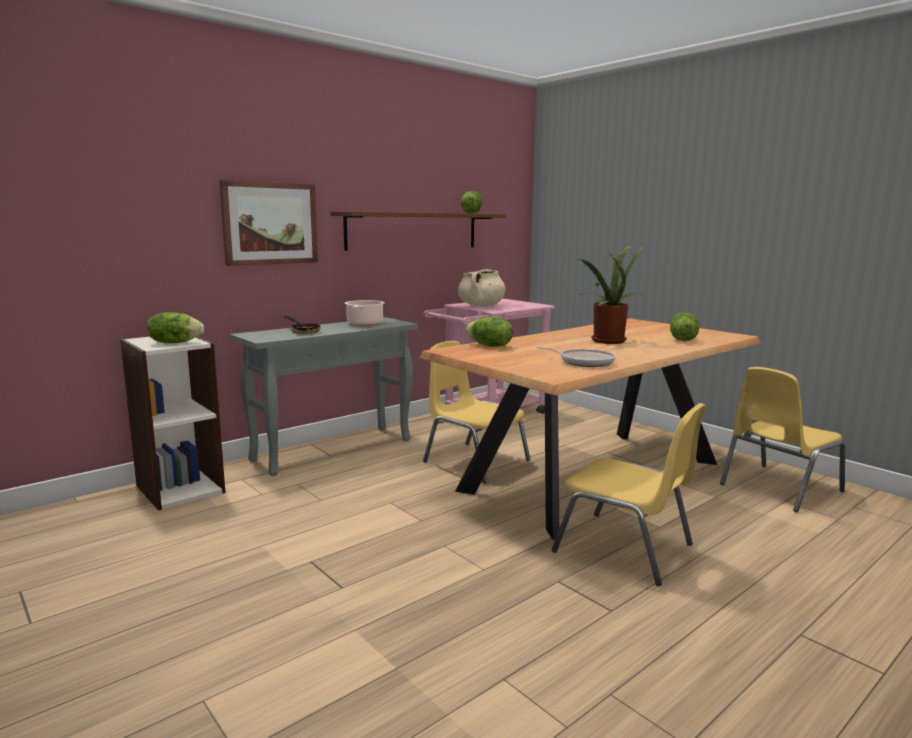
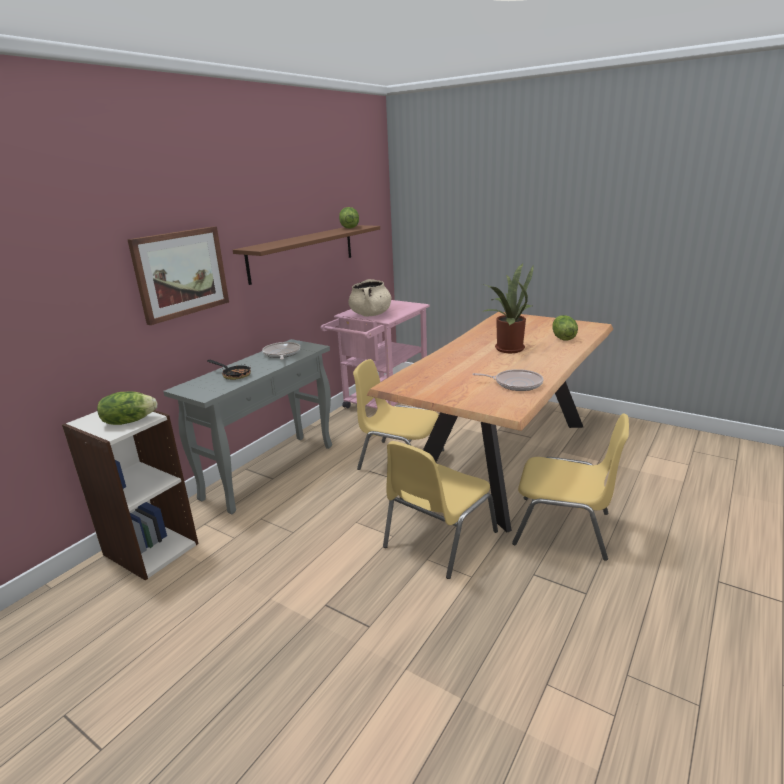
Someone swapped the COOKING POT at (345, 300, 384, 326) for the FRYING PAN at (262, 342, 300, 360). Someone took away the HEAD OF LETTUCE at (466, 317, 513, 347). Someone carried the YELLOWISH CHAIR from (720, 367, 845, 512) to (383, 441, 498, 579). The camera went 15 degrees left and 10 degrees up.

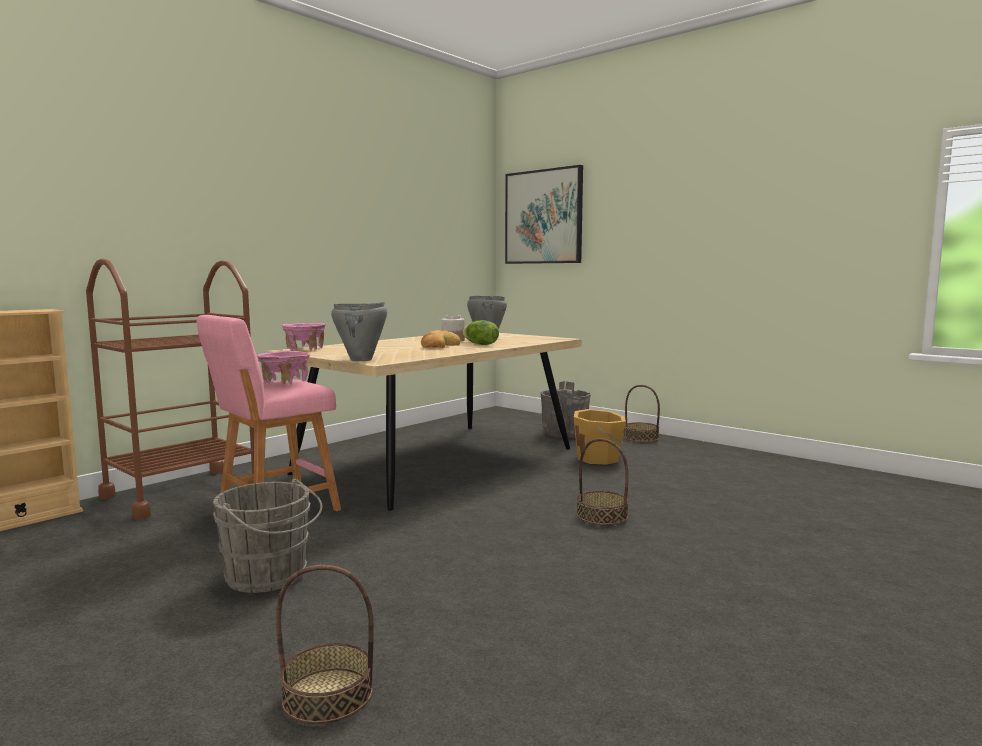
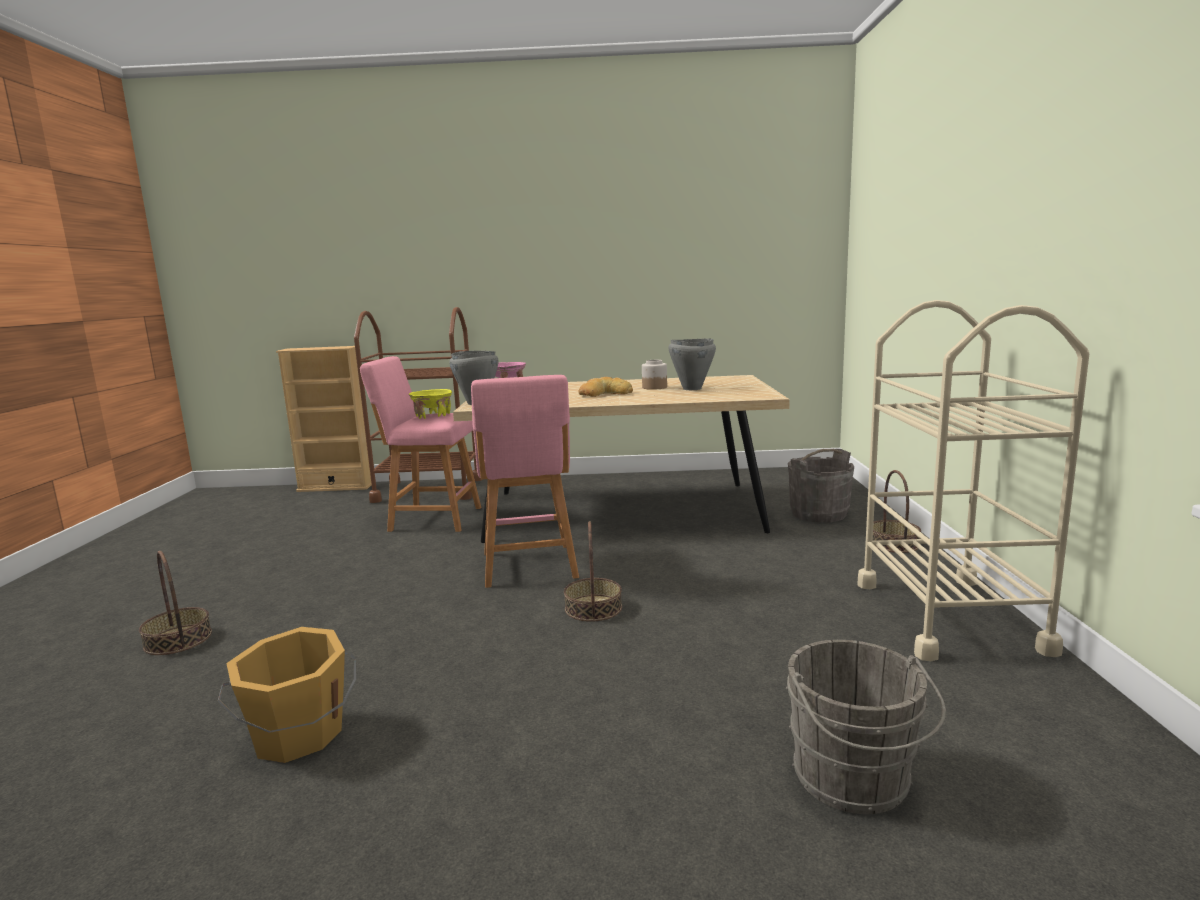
Someone carried the GREYISH WATER BUCKET from (213, 479, 323, 593) to (786, 640, 946, 814). Someone repainted the PINKISH BOWL at (257, 351, 310, 386), which became the YELLOWISH BOWL at (409, 389, 452, 419). Someone took away the HEAD OF LETTUCE at (462, 320, 499, 345). Someone took away the PICTURE at (505, 165, 583, 264). Someone carried the ORANGE WATER BUCKET from (574, 409, 626, 465) to (218, 627, 356, 763). Someone put down the PINKISH STOOL SEAT at (471, 375, 579, 588). Someone put down the BEIGE WHEELED CART at (858, 300, 1089, 661). The camera went 50 degrees right and 5 degrees up.

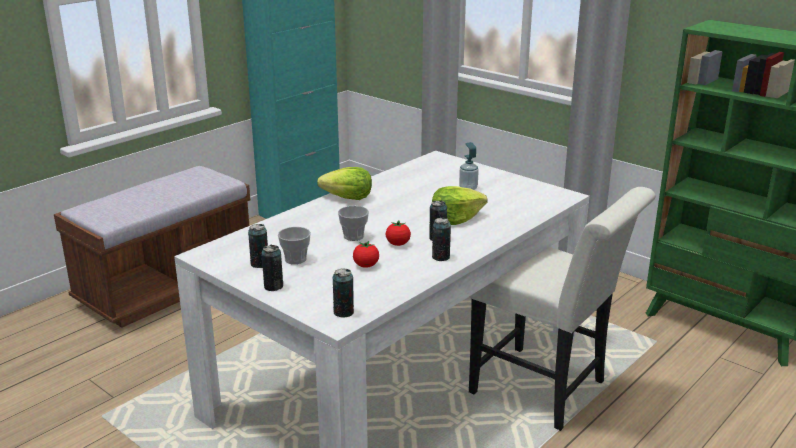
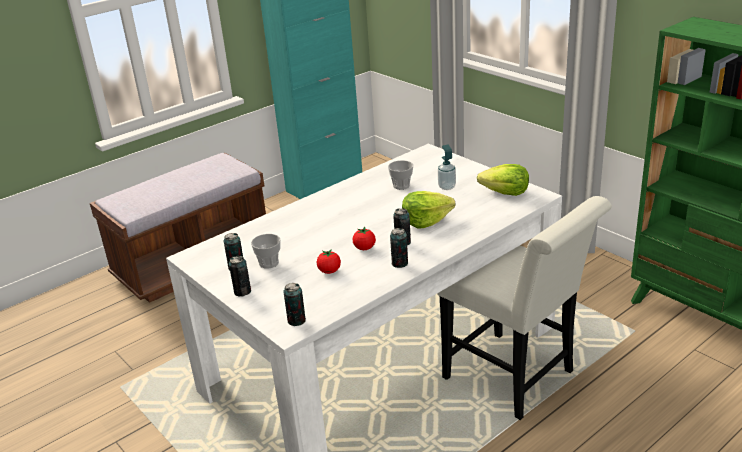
Someone carried the HEAD OF LETTUCE from (317, 167, 372, 200) to (477, 164, 529, 196). Someone carried the CUP from (338, 206, 369, 241) to (388, 160, 413, 190). The camera went 10 degrees right and 5 degrees up.

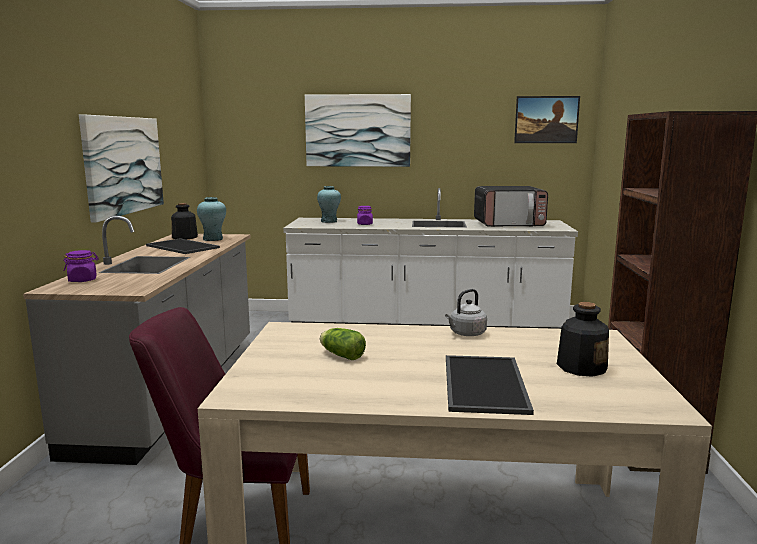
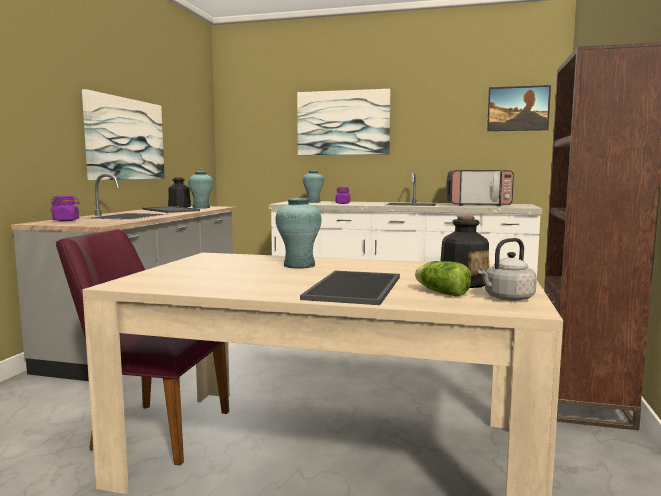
Someone carried the HEAD OF LETTUCE from (320, 328, 366, 360) to (415, 261, 471, 297). Someone carried the GREYISH WATER KETTLE from (445, 289, 487, 336) to (478, 238, 537, 301). Someone put down the TURQUOISE-COLOURED DECORATIVE VASE at (275, 198, 321, 269). The camera went 10 degrees right and 5 degrees down.

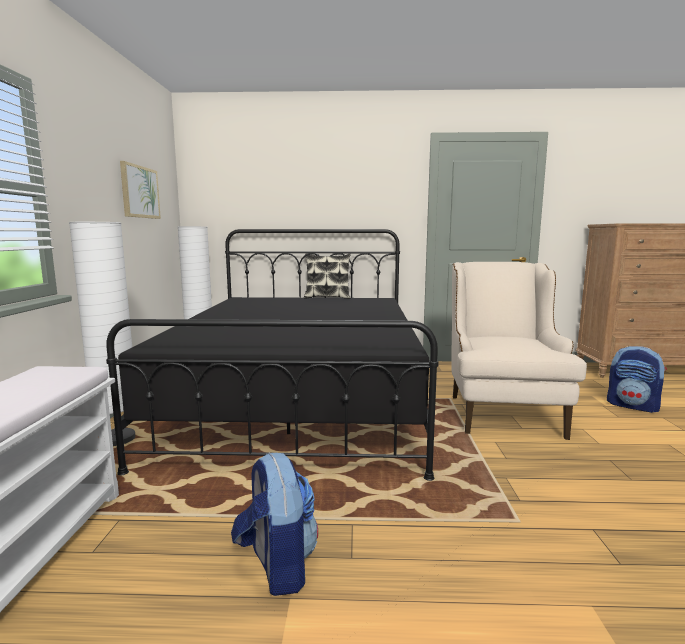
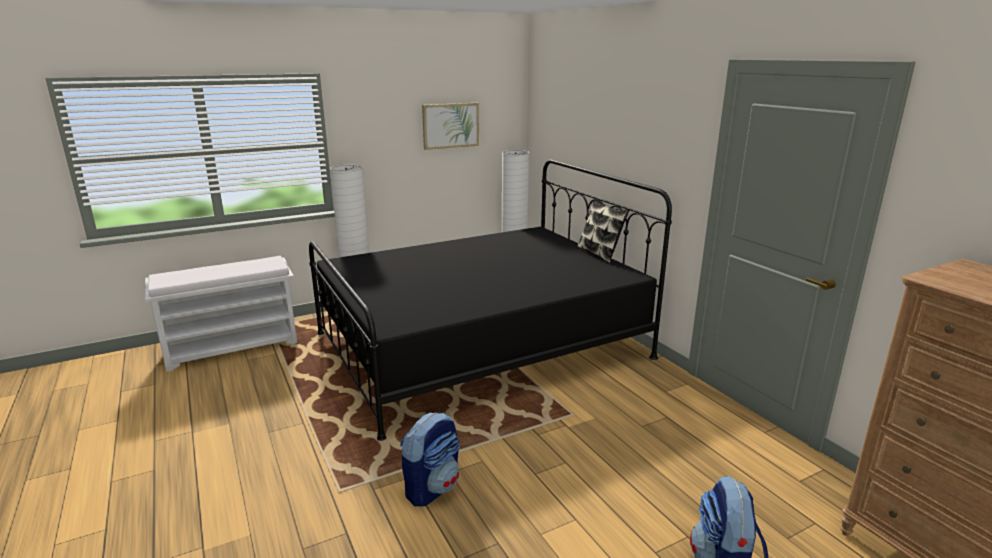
Someone carried the RUCKSACK from (231, 453, 318, 596) to (400, 412, 460, 507). Someone took away the BEIGE LOUNGE CHAIR at (452, 262, 587, 440). The camera went 60 degrees right and 10 degrees up.

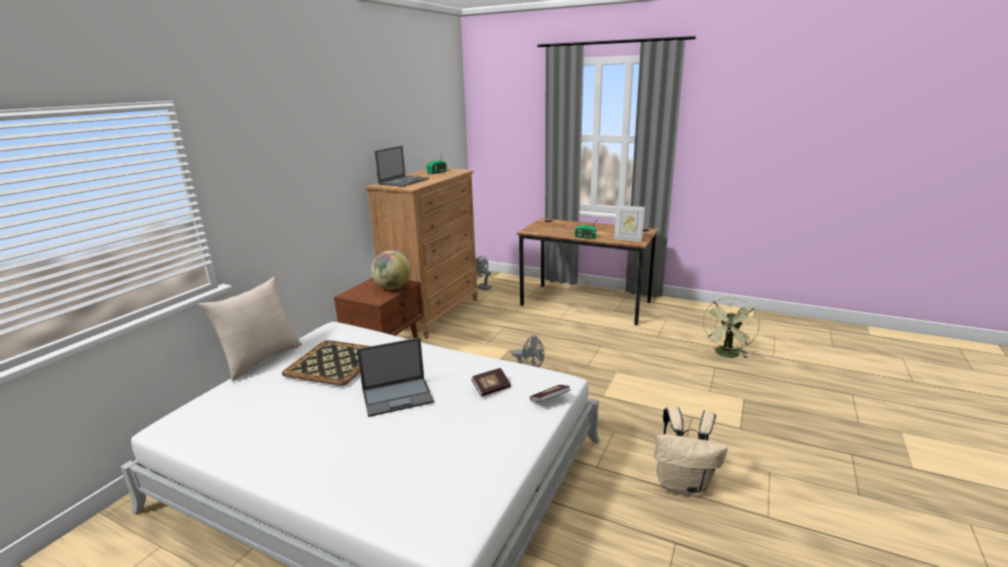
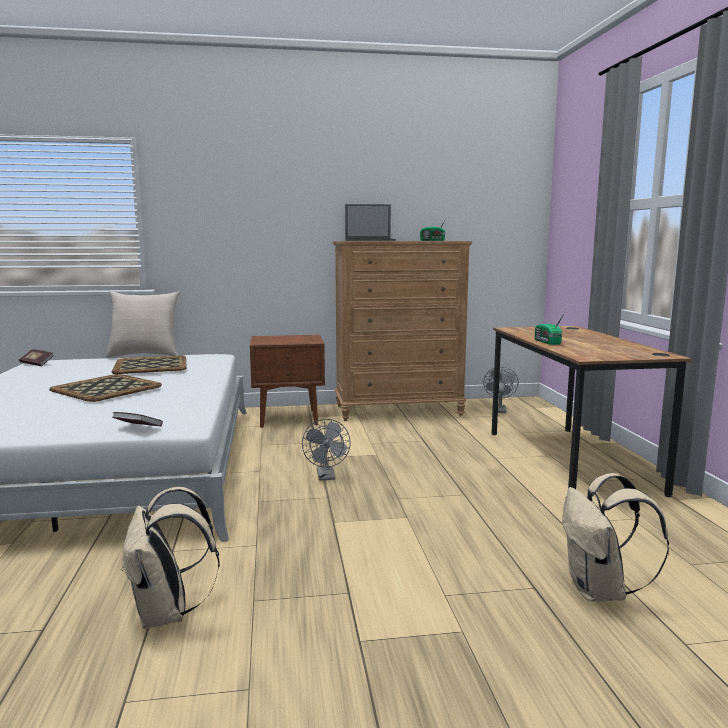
Someone swapped the NOTEBOOK COMPUTER at (357, 338, 434, 417) for the CARRYING TRAY at (49, 374, 162, 402). Someone took away the DESK GLOBE at (371, 251, 411, 290). Someone carried the VOLUME from (471, 368, 511, 396) to (19, 349, 54, 366). Someone took away the STANDING FRAME at (614, 205, 645, 242). Someone swapped the GREENISH ELECTRIC FAN at (702, 297, 760, 358) for the BEIGE RUCKSACK at (562, 473, 669, 602). The camera went 55 degrees right and 10 degrees down.

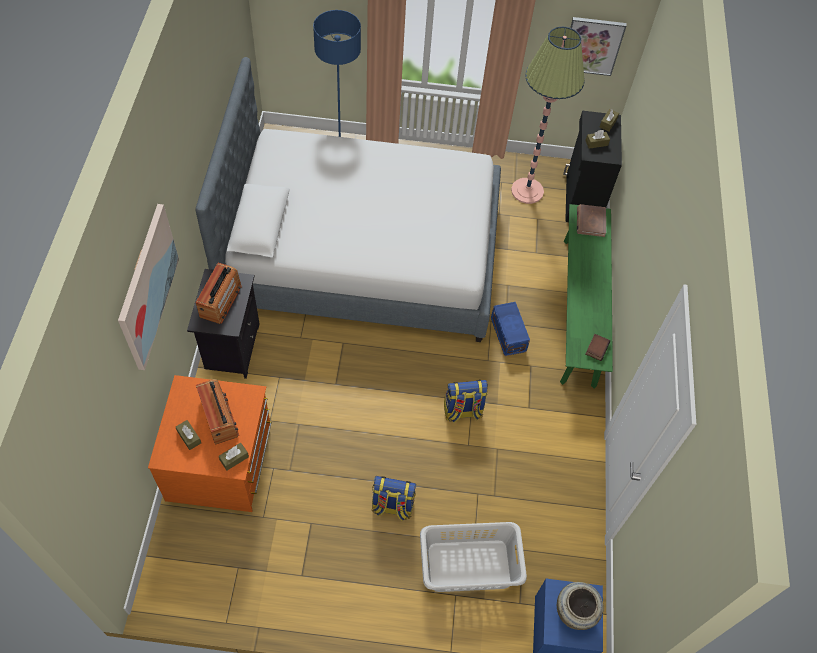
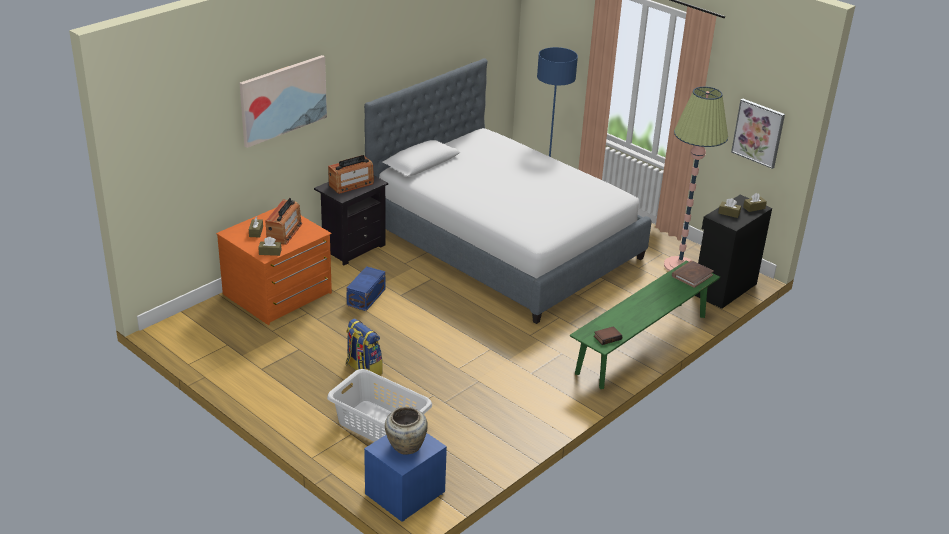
Someone took away the RUCKSACK at (444, 380, 488, 423). Someone carried the BLUE-COLOURED STORAGE BOX from (491, 302, 530, 356) to (346, 266, 386, 311). The camera went 40 degrees right and 25 degrees down.

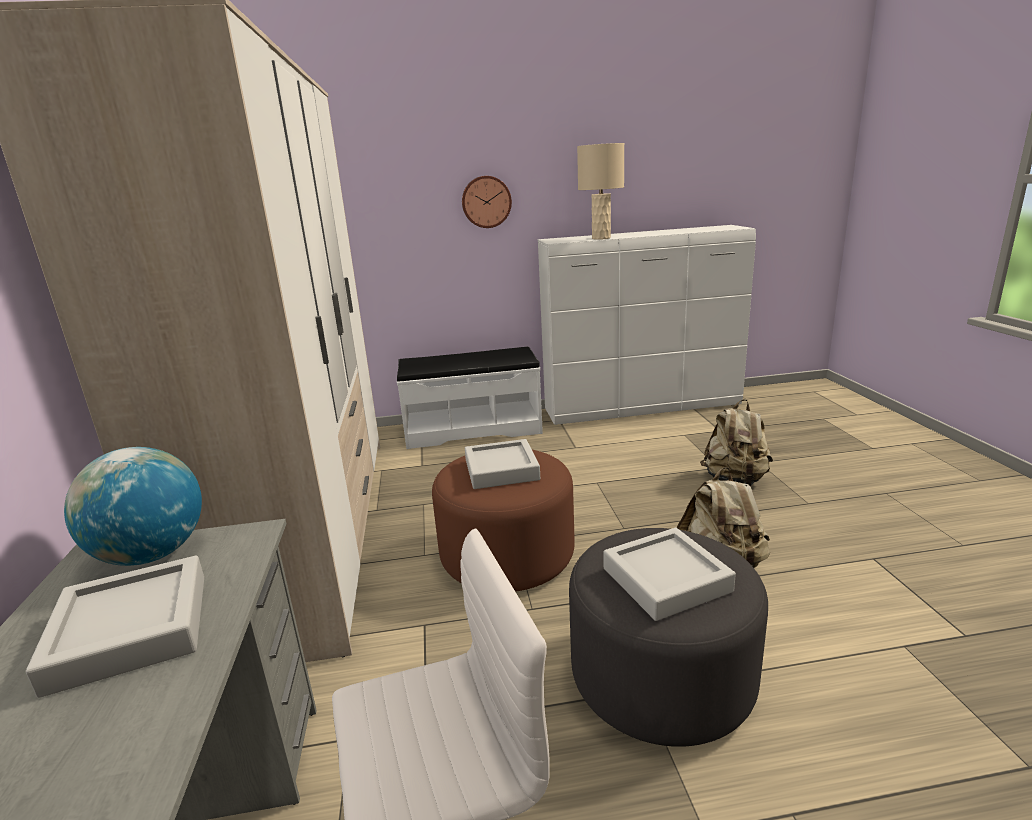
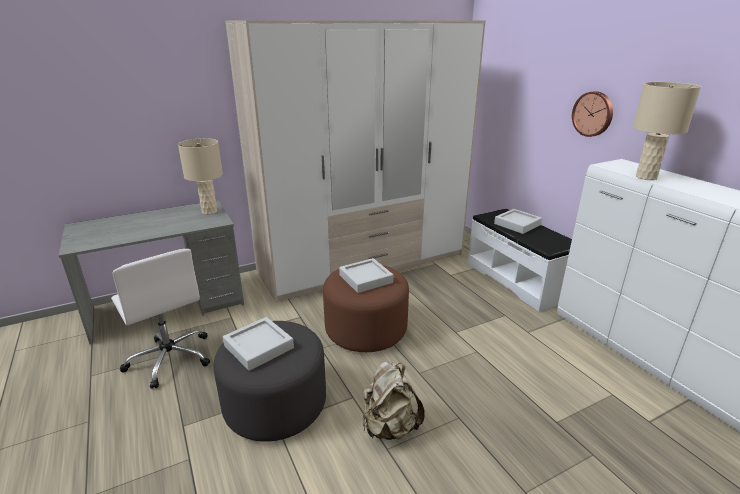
Someone carried the GREYISH CARRYING TRAY from (26, 556, 204, 698) to (494, 209, 542, 234). Someone swapped the DESK GLOBE at (64, 447, 202, 566) for the BEIGE TABLETOP LAMP at (178, 138, 223, 215). Someone took away the BEIGE RUCKSACK at (700, 399, 773, 487). The camera went 70 degrees right and 5 degrees up.

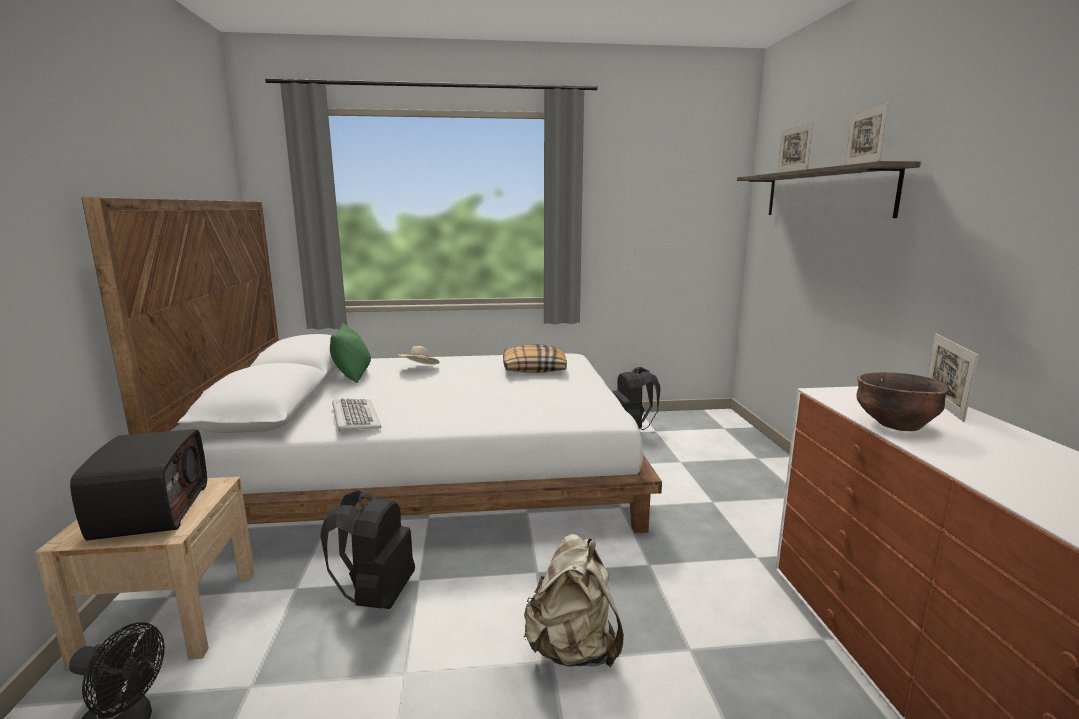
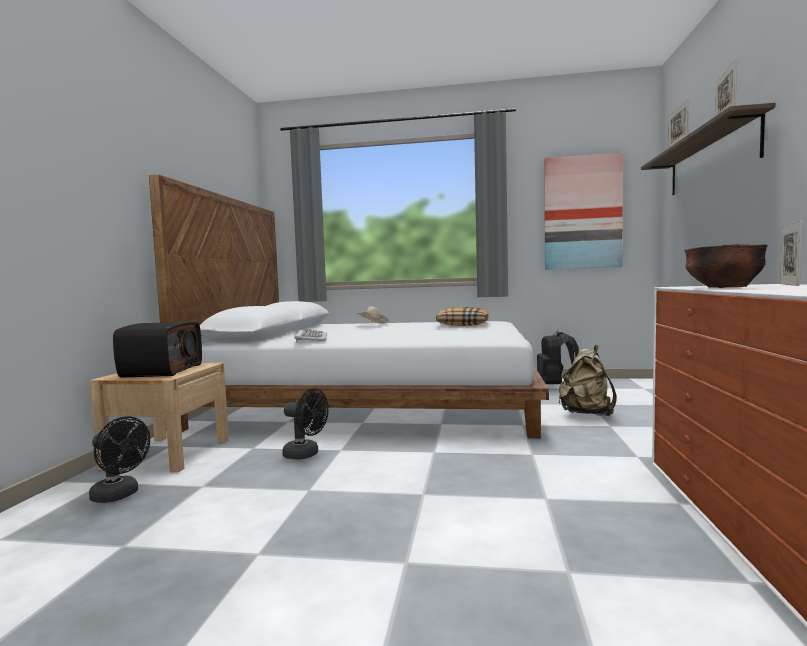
Someone swapped the BLACK RUCKSACK at (320, 490, 415, 609) for the BLACK ELECTRIC FAN at (282, 389, 329, 459). Someone took away the GREENISH THROW PILLOW at (330, 323, 371, 383). Someone carried the BEIGE RUCKSACK from (524, 534, 624, 667) to (558, 345, 616, 416). Someone put up the PICTURE at (544, 153, 623, 270). The camera went 15 degrees right and 10 degrees down.

